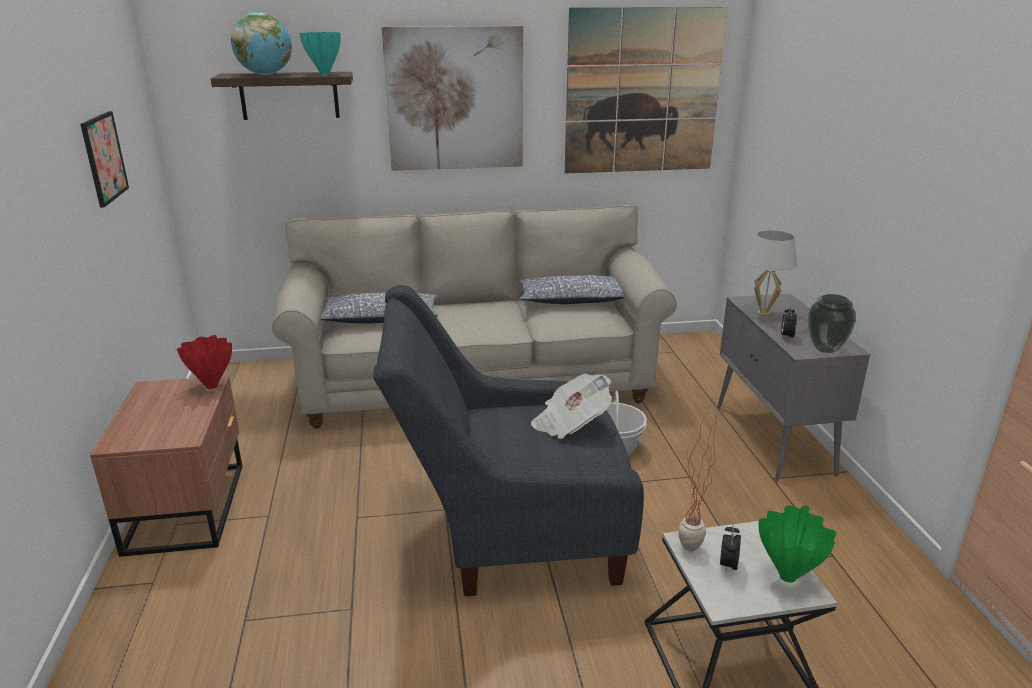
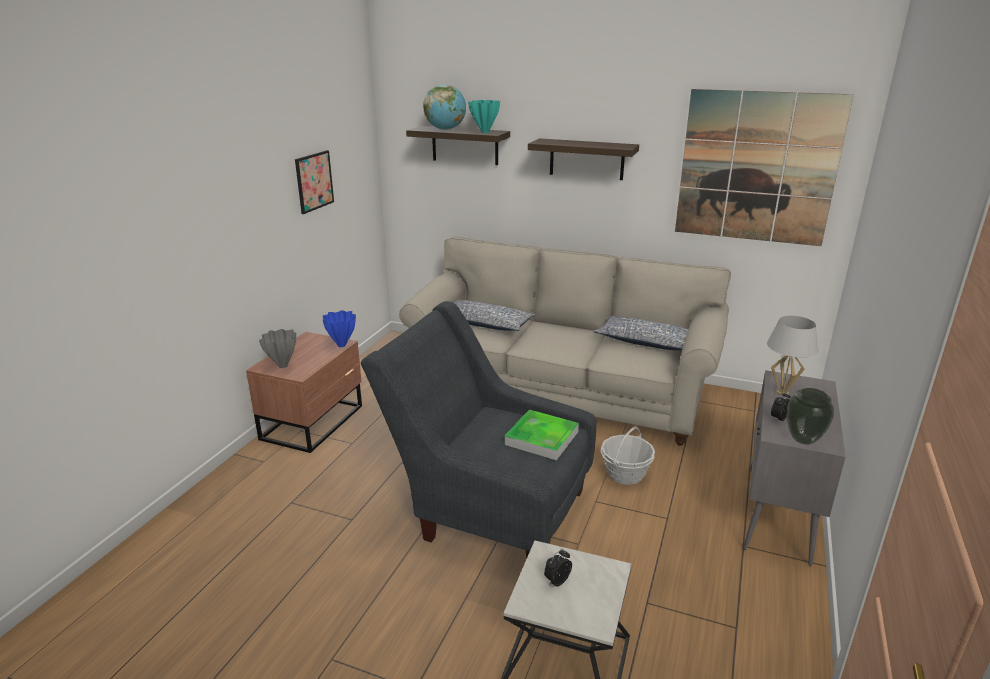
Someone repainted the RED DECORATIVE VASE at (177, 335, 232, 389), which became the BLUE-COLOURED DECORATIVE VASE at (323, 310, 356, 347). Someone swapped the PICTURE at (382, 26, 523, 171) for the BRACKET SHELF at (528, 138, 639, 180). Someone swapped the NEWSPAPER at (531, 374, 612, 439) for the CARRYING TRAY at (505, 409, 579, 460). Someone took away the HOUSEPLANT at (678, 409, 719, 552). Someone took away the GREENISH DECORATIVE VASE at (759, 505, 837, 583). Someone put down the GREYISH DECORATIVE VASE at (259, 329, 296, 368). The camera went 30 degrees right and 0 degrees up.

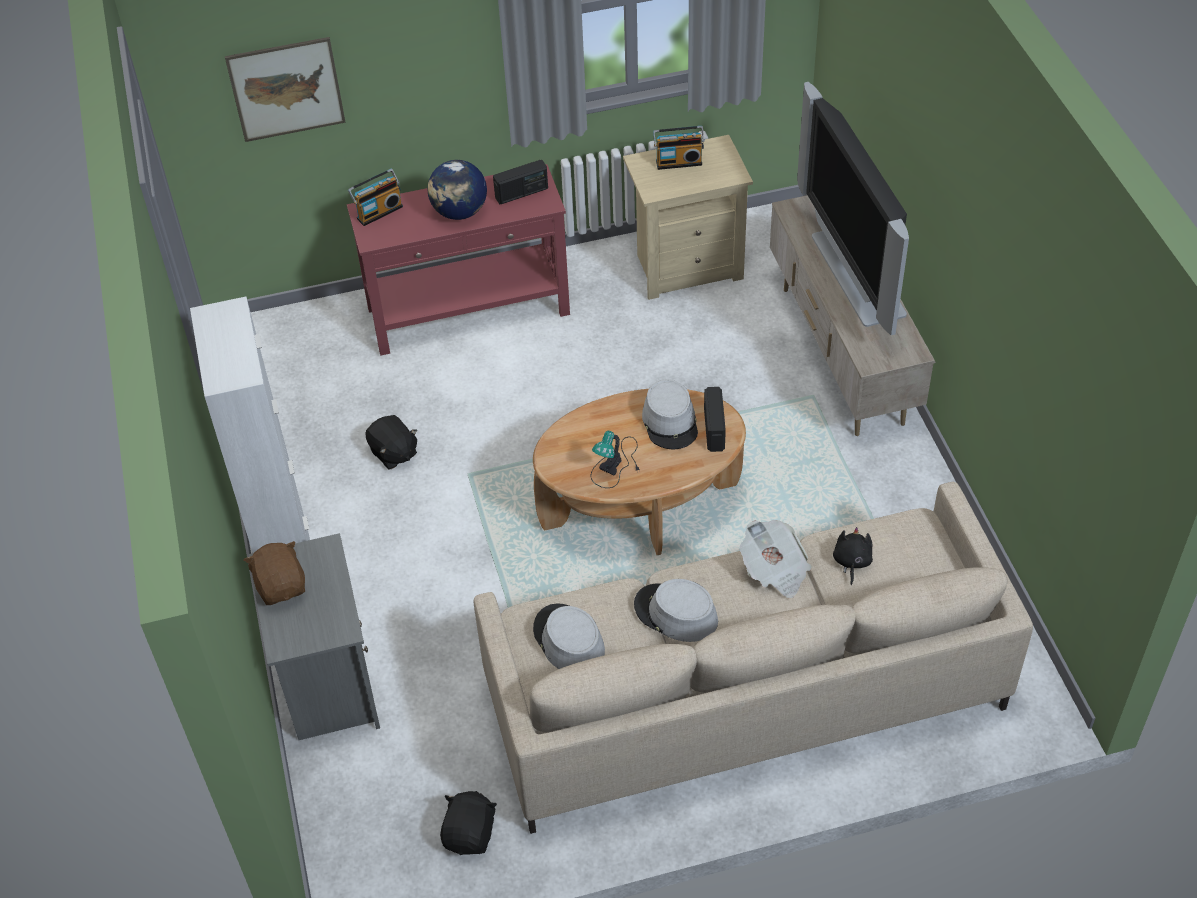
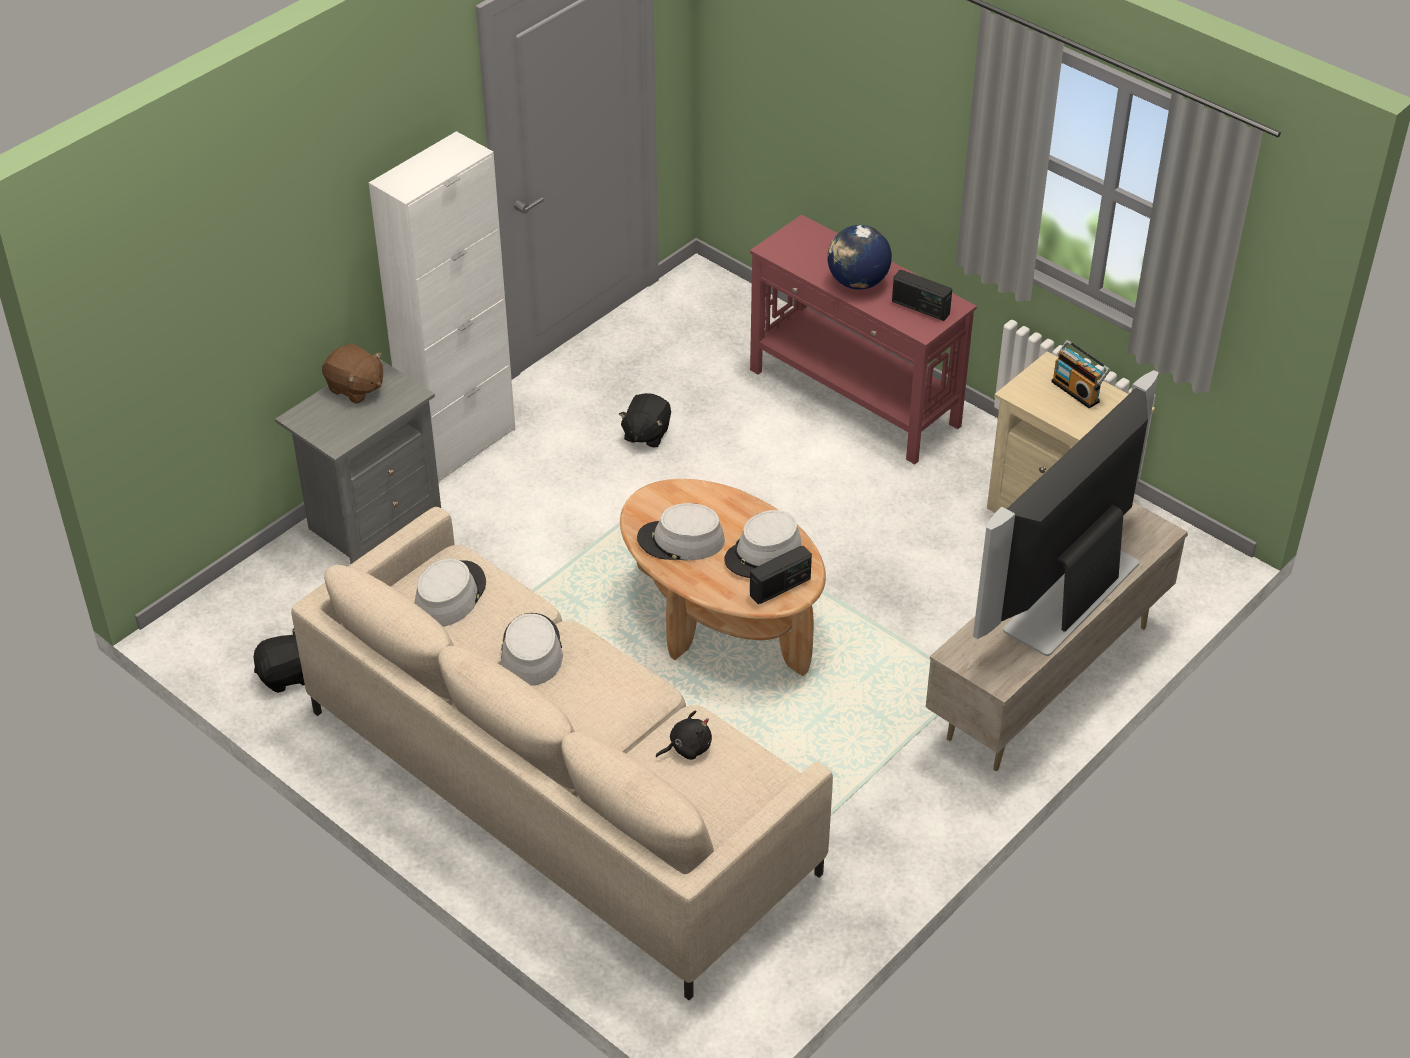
Someone took away the PICTURE at (225, 37, 346, 142). Someone rotated the BROWN PLUSH TOY at (244, 541, 305, 605) by 90 degrees clockwise. Someone took away the RADIO at (348, 169, 403, 226). Someone swapped the TABLETOP LAMP at (591, 431, 640, 488) for the GREYISH CLOTHING HAT at (637, 503, 725, 561). Someone took away the NEWSPAPER at (740, 520, 812, 598). The camera went 55 degrees right and 5 degrees down.

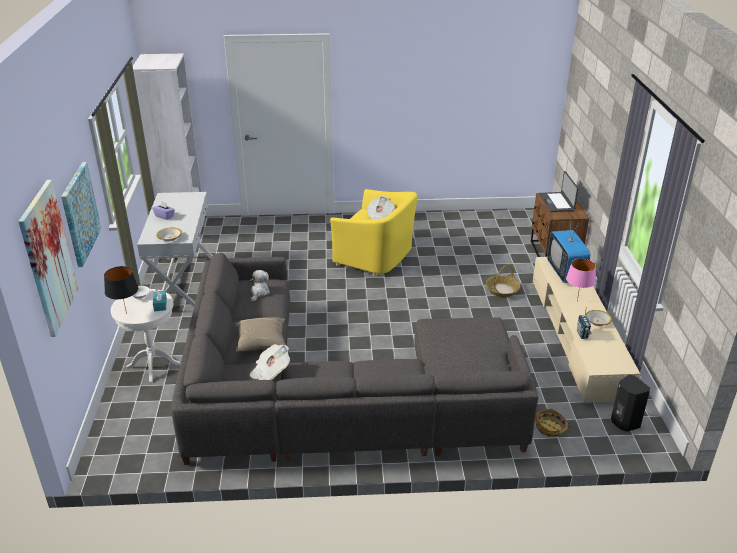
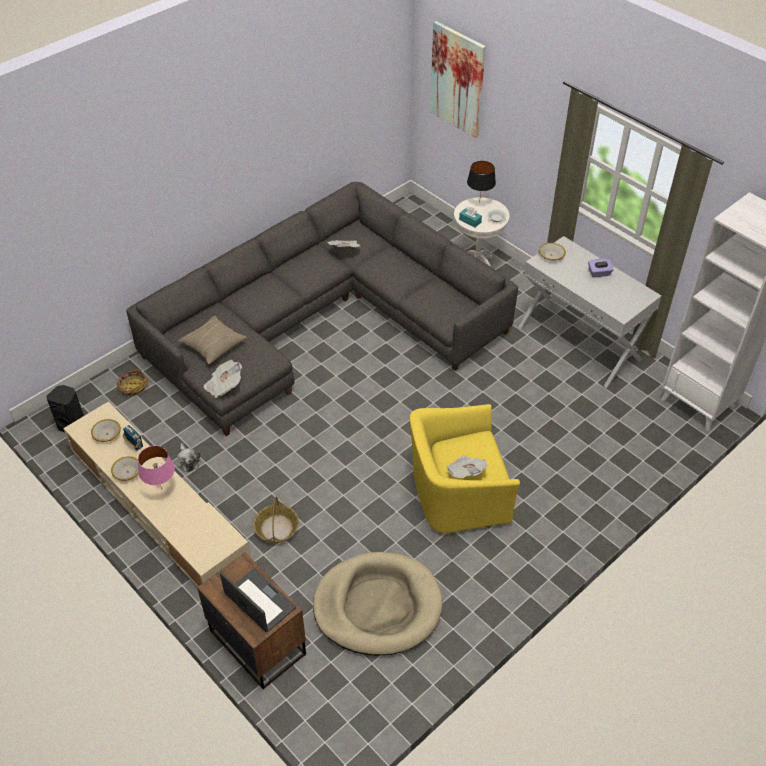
Someone took away the PICTURE at (61, 162, 101, 267). Someone carried the BEIGE THROW PILLOW from (235, 317, 286, 352) to (178, 315, 246, 364). Someone carried the PLUSH TOY from (250, 270, 270, 302) to (177, 443, 201, 472). Someone took away the TV SET at (547, 225, 590, 283). Someone put down the BOWL at (91, 419, 121, 442). Someone put down the NEWSPAPER at (204, 360, 242, 398). Someone put down the BEIGE DOG CUSHION at (313, 552, 443, 656). The camera went 140 degrees right and 15 degrees up.

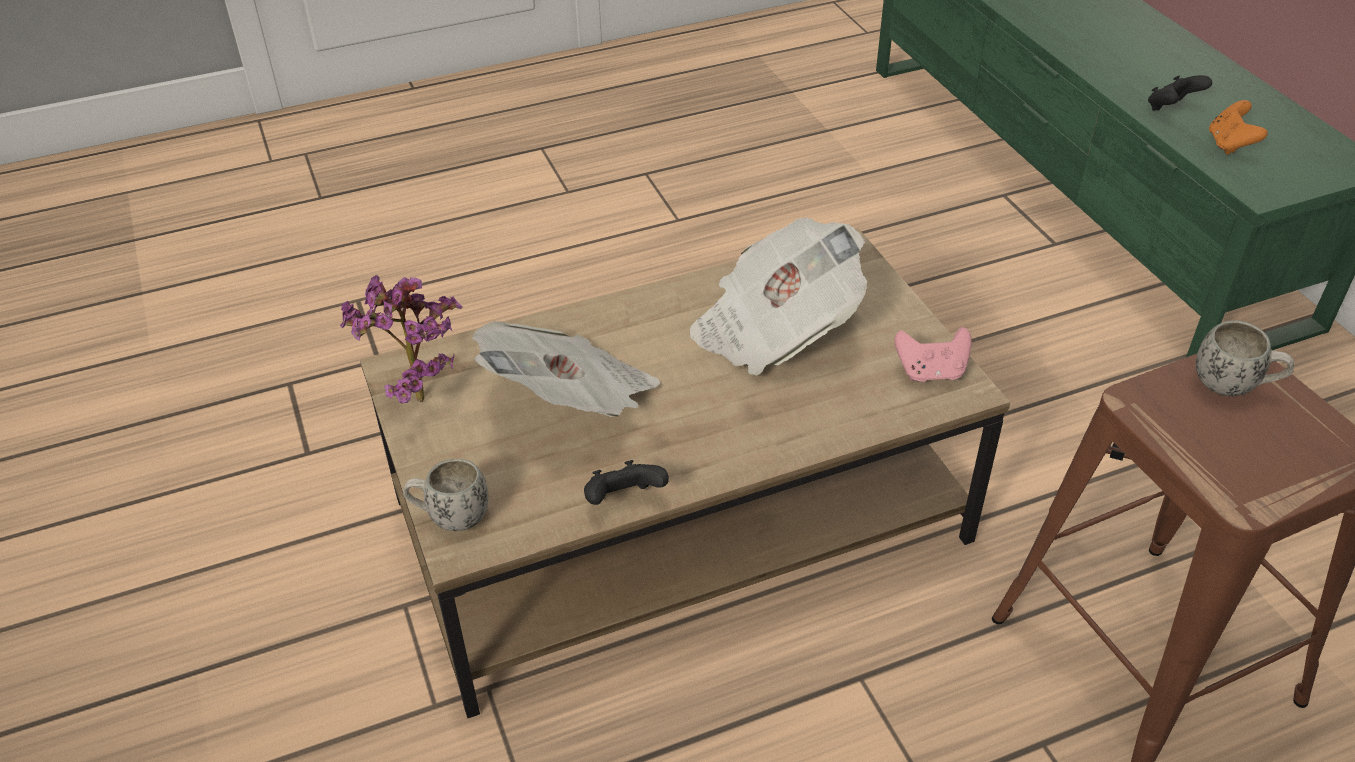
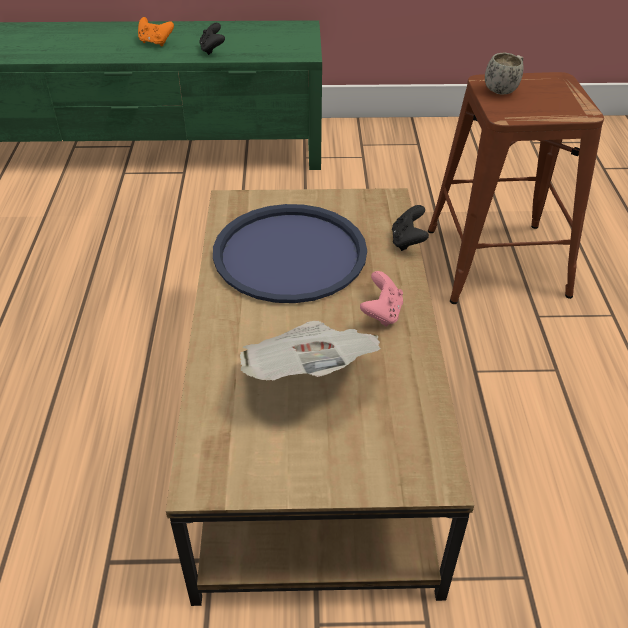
Someone took away the HOUSEPLANT at (340, 275, 463, 403). Someone took away the WHITE-COLOURED COFFEE MUG at (403, 459, 489, 531). Someone carried the BLACK GAME CONTROLLER from (584, 460, 669, 505) to (392, 205, 429, 251). Someone swapped the NEWSPAPER at (690, 217, 867, 376) for the BLUE-COLOURED CARRYING TRAY at (213, 204, 367, 303). Someone carried the PINKISH GAME CONTROLLER from (895, 327, 972, 382) to (360, 271, 403, 327). Someone carried the ORANGE GAME CONTROLLER from (1209, 100, 1268, 155) to (138, 17, 174, 47). The camera went 70 degrees left and 0 degrees up.

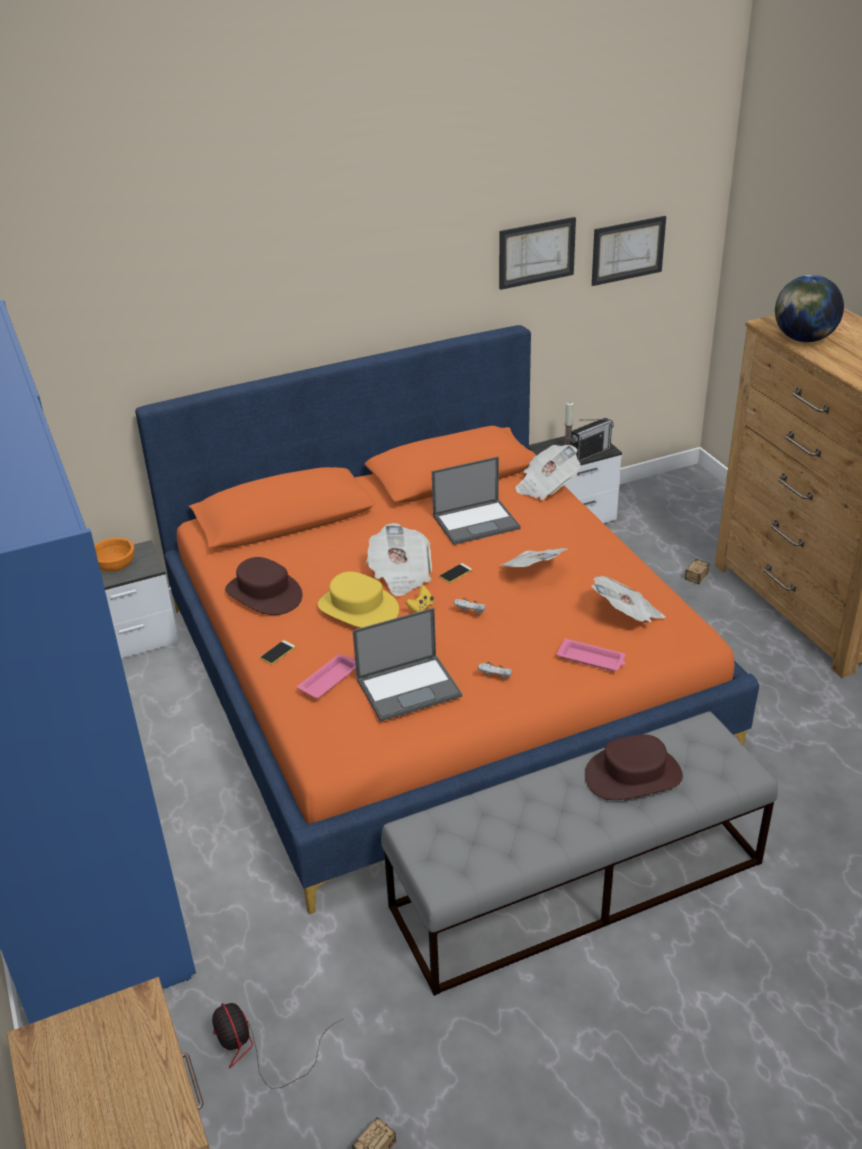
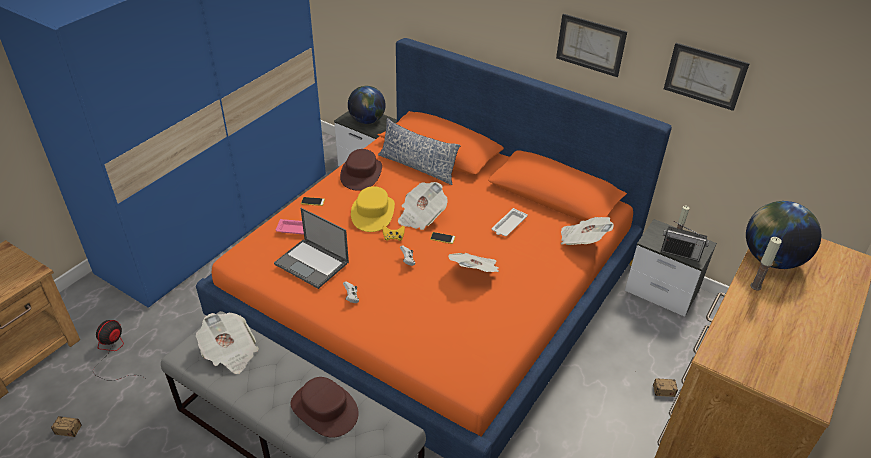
Someone swapped the ORANGE BOWL at (94, 538, 134, 572) for the DESK GLOBE at (348, 86, 386, 124). Someone swapped the NOTEBOOK COMPUTER at (432, 457, 520, 545) for the WHITE-COLOURED CARRYING TRAY at (492, 208, 528, 236). Someone took away the PINKISH CARRYING TRAY at (557, 638, 625, 671). Someone carried the NEWSPAPER from (591, 576, 666, 622) to (196, 313, 259, 374). Someone carried the PICTURE from (592, 216, 666, 286) to (556, 14, 627, 77). Someone put down the THROW PILLOW at (378, 118, 461, 185). Someone put down the WAX CANDLE at (750, 237, 782, 291). The camera went 55 degrees right and 5 degrees up.

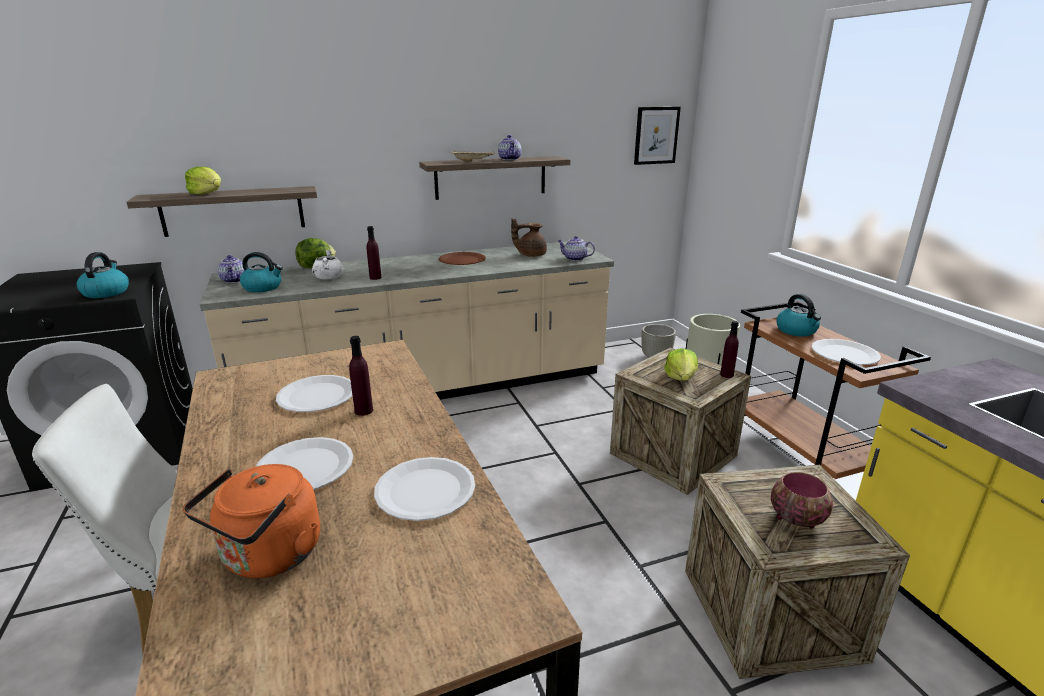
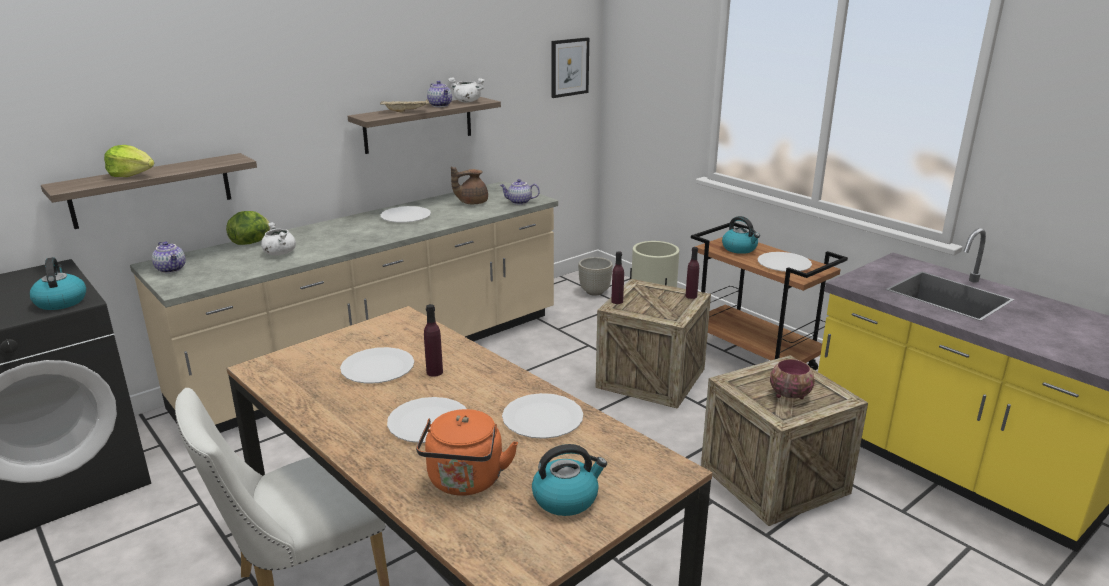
Someone carried the WATER KETTLE from (240, 252, 283, 292) to (532, 444, 607, 516). Someone carried the PURPLE-COLOURED BEVERAGE BOTTLE from (367, 226, 382, 280) to (611, 251, 624, 304). Someone repainted the BROWN DINNER PLATE at (439, 252, 486, 265), which became the WHITE-COLOURED DINNER PLATE at (380, 206, 431, 223). Someone took away the HEAD OF LETTUCE at (664, 348, 698, 381). Someone put down the WHITE-COLOURED COOKING POT at (448, 77, 485, 102). The camera went 20 degrees left and 0 degrees up.

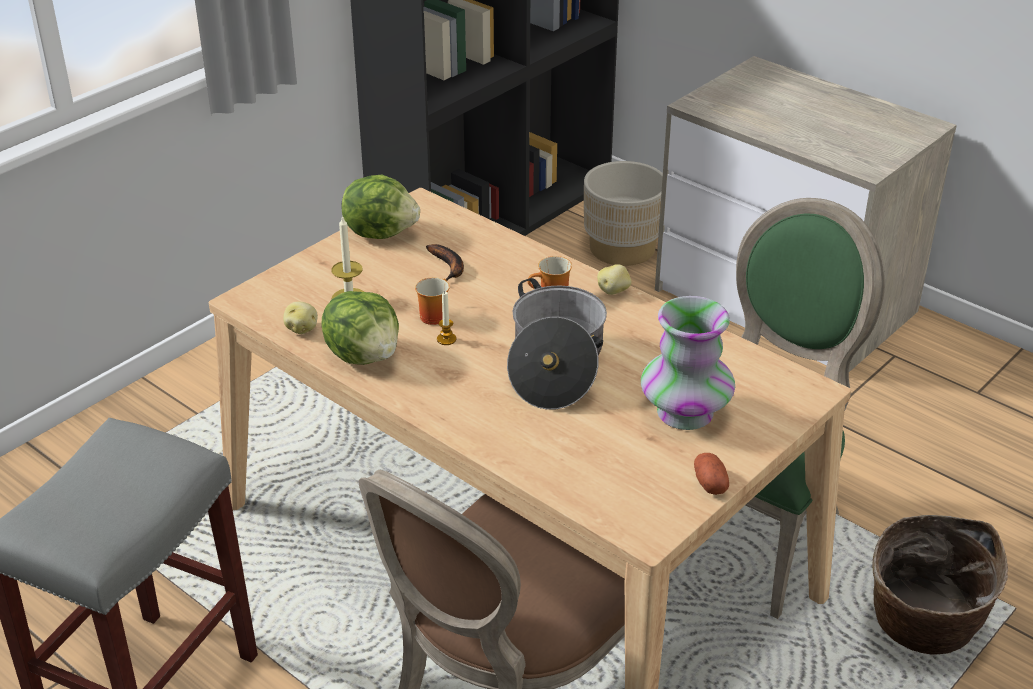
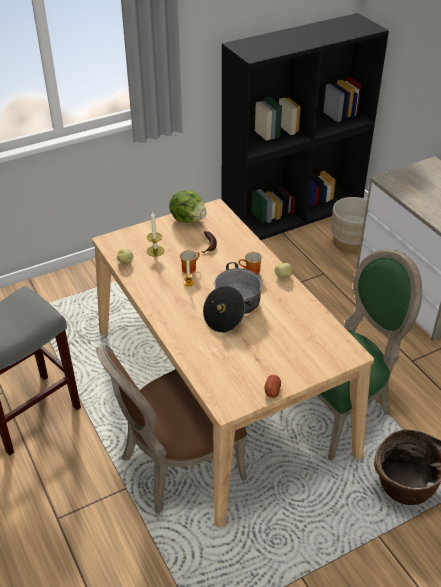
Someone took away the HEAD OF LETTUCE at (321, 291, 399, 365). Someone took away the DECORATIVE VASE at (641, 296, 735, 430). The camera went 20 degrees right and 5 degrees up.

